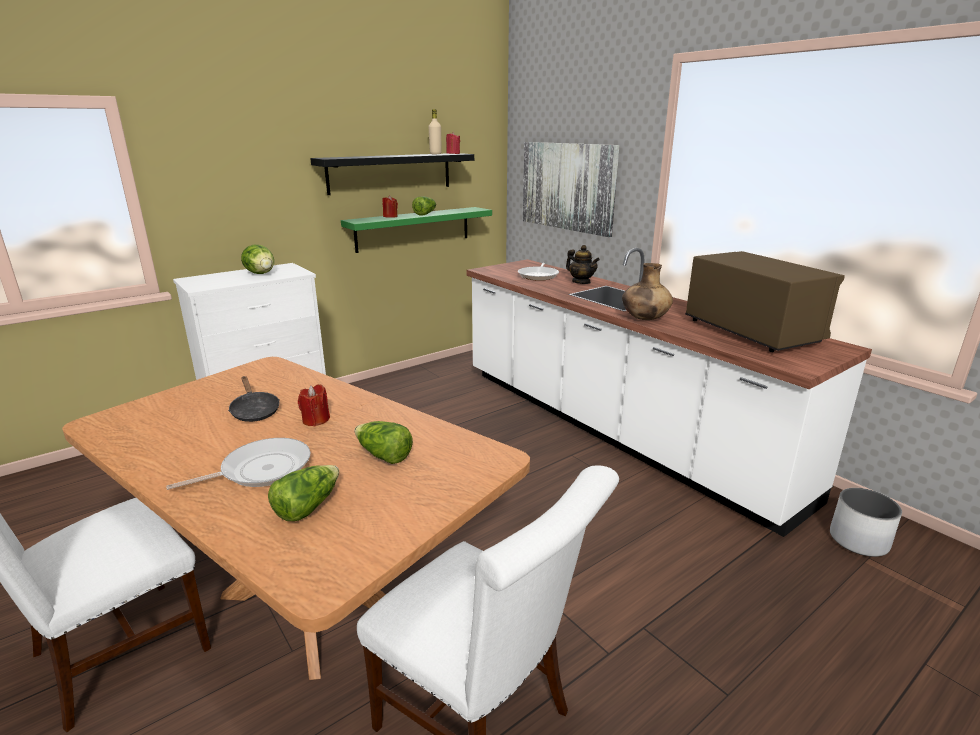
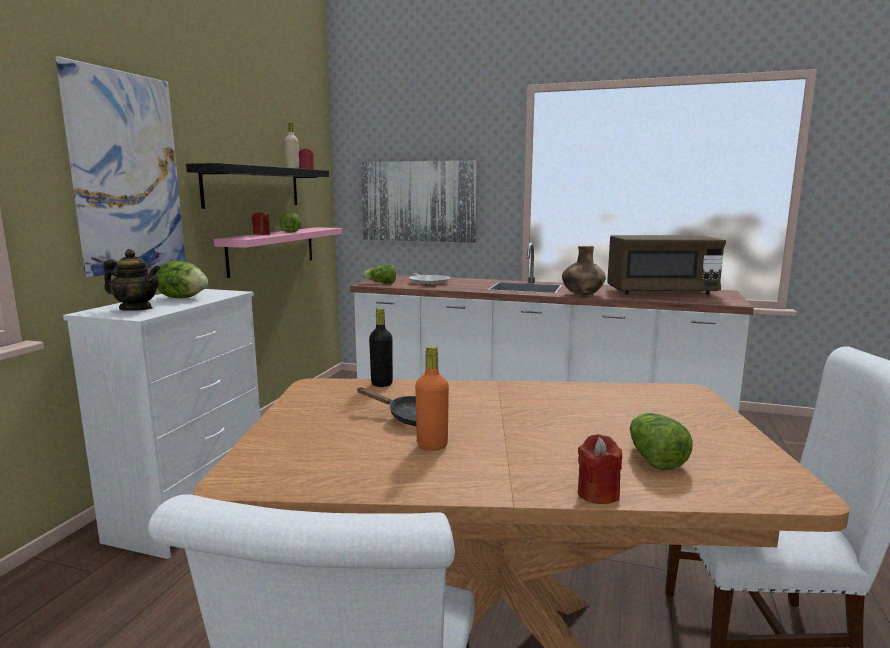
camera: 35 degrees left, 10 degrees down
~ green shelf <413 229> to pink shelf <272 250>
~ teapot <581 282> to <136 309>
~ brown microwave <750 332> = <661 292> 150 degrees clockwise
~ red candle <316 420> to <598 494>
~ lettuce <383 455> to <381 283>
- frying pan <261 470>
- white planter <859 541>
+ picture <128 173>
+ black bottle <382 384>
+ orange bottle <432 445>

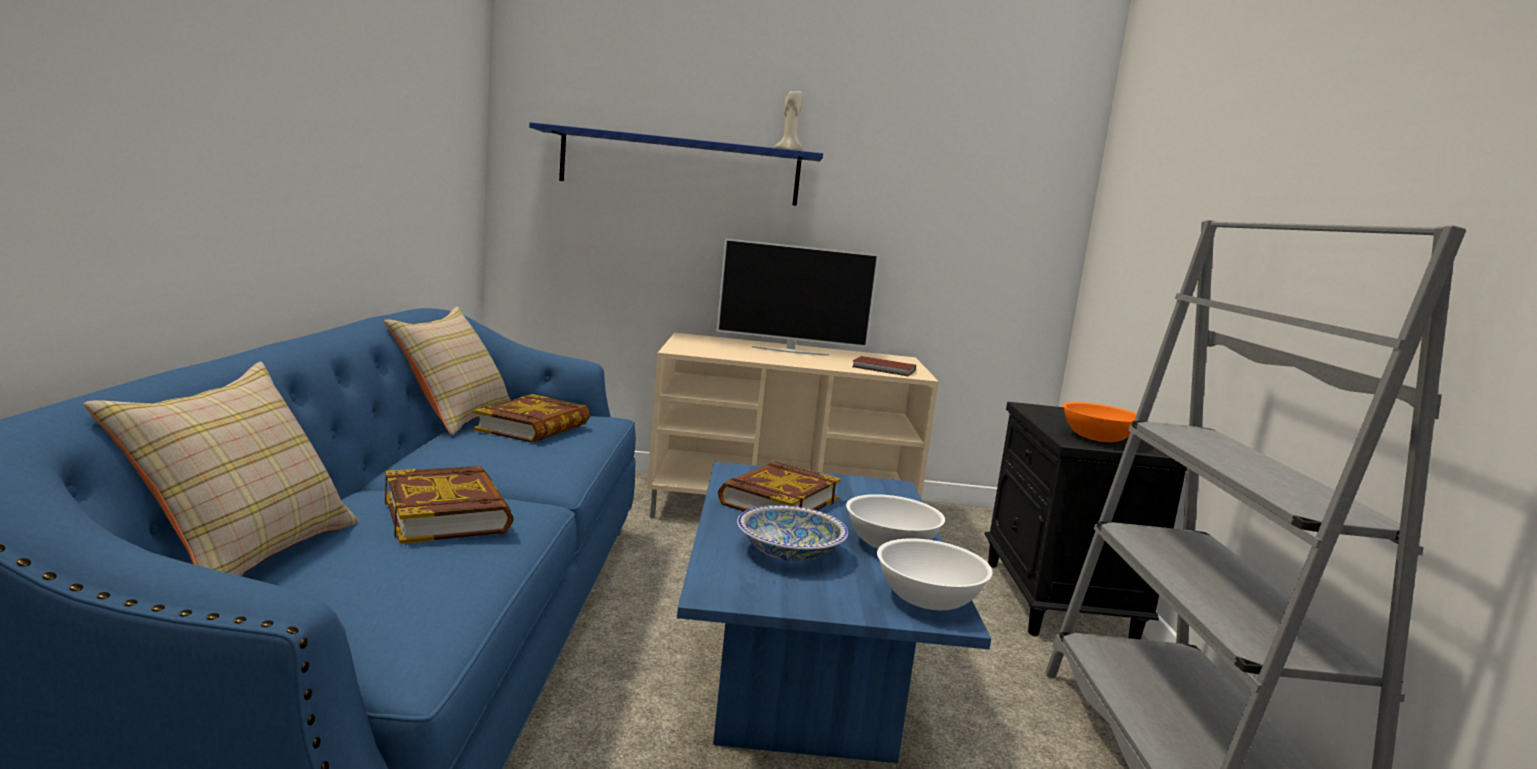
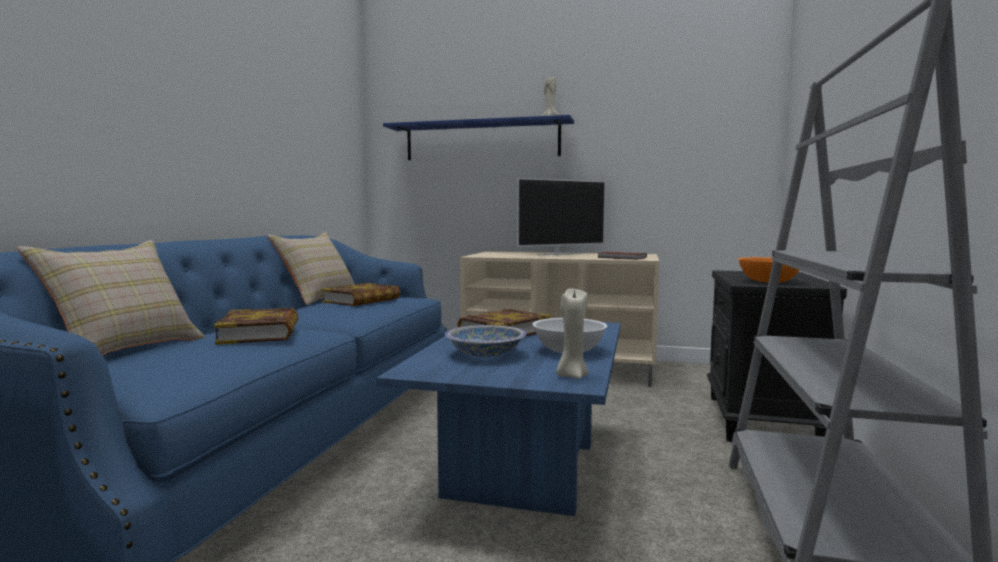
camera: 15 degrees right, 5 degrees down
~ television <790 351> = <559 254> 45 degrees counterclockwise
~ white bowl <928 599> to beige candle <571 376>

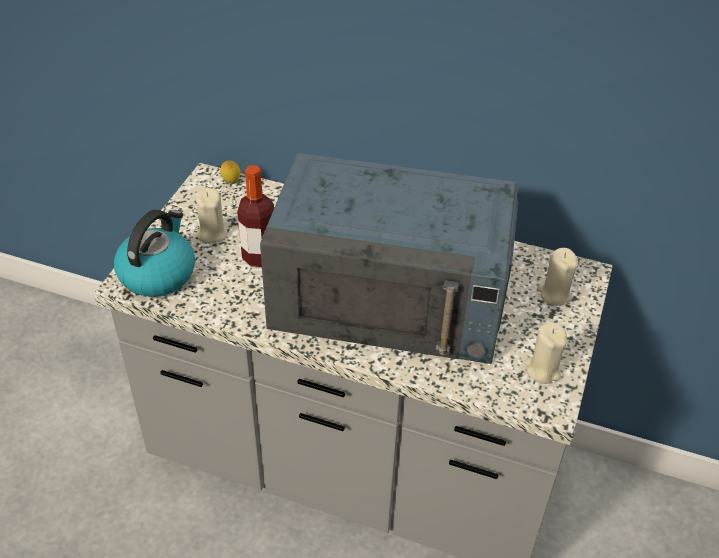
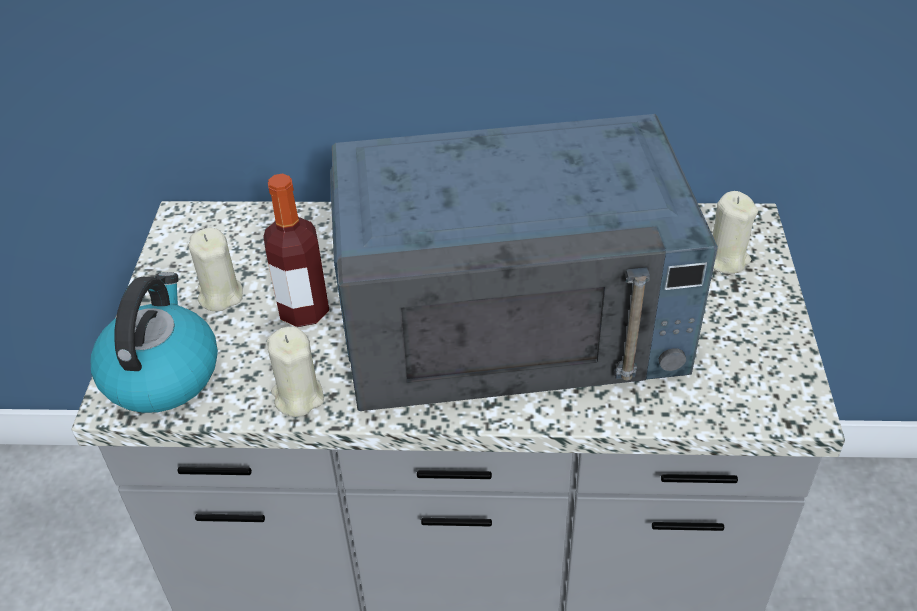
camera: 15 degrees left, 0 degrees up
- lemon <231 183>
~ beige candle <542 370> to <298 397>

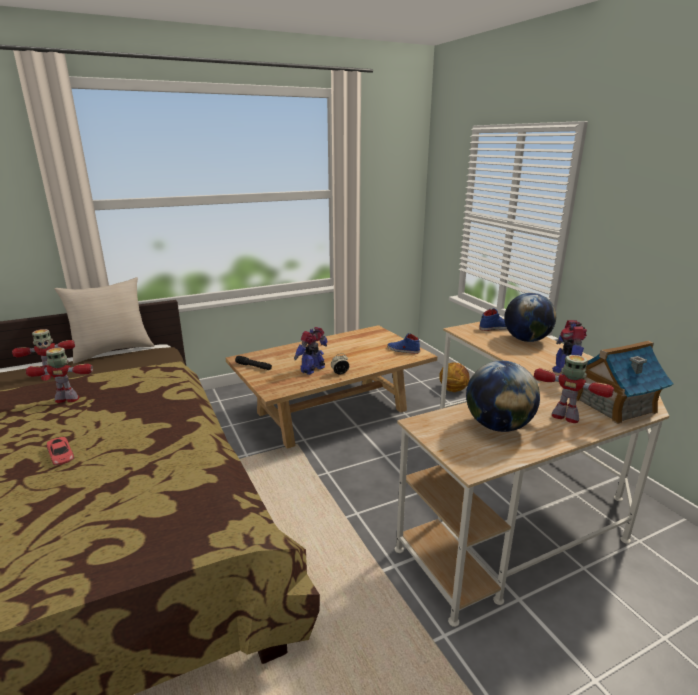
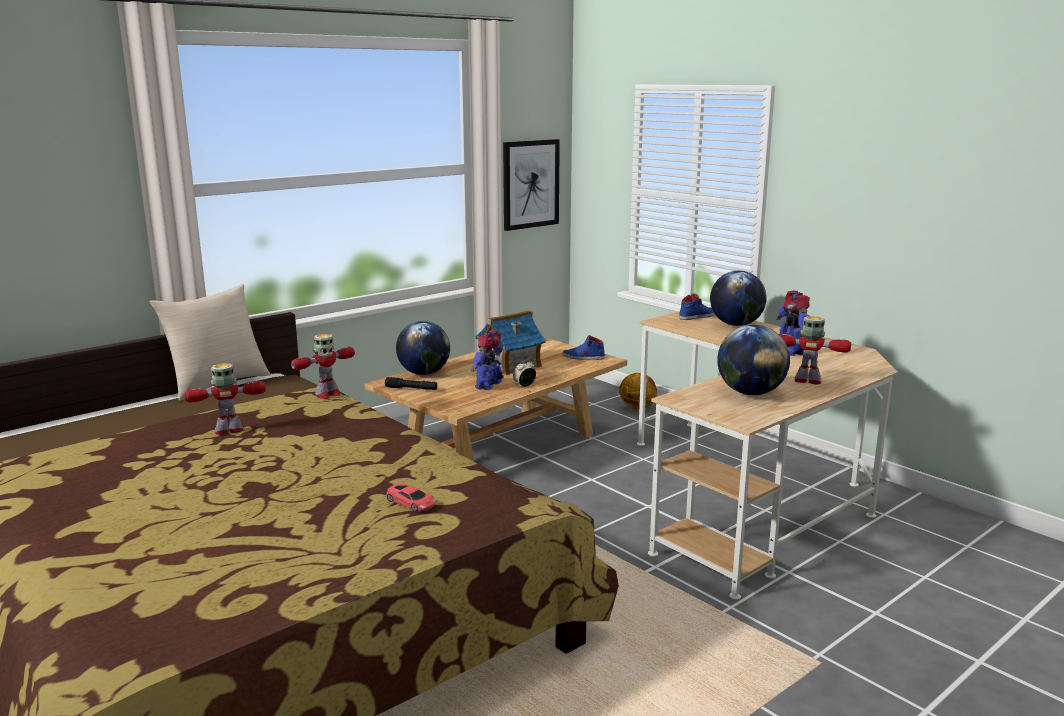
camera: 15 degrees left, 5 degrees down
~ toy robot <51 376> to <327 394>
~ toy house <613 405> to <510 365>
~ red toy car <61 454> to <411 502>
+ picture <530 184>
+ globe <424 373>

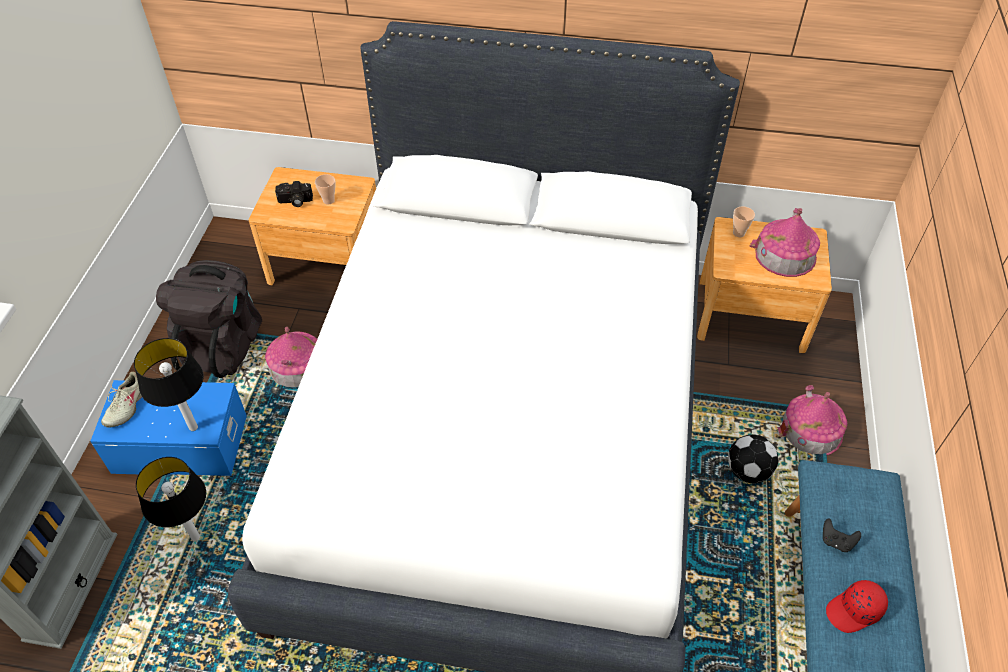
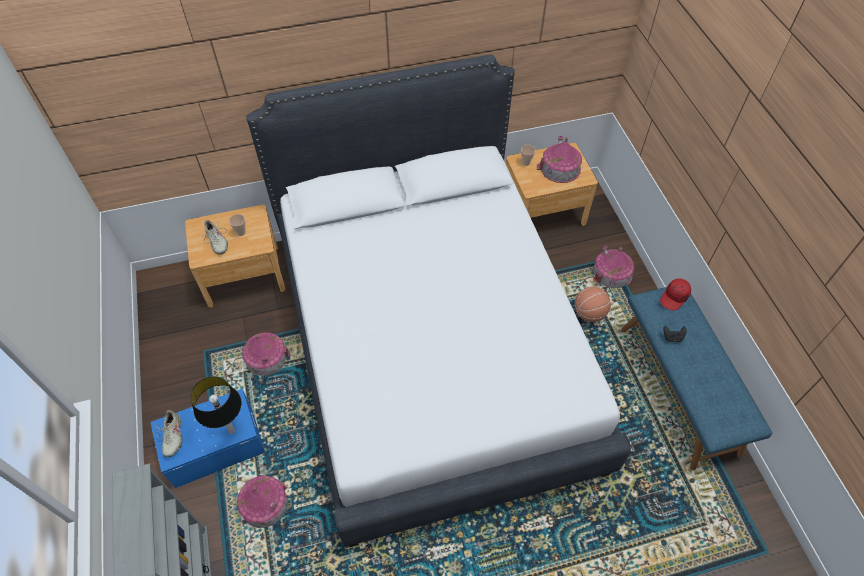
camera: 25 degrees left, 5 degrees up
~ photo camera <295 201> to beige shoe <216 241>
- black backpack <223 344>
~ football <748 471> to basketball <589 313>
~ table lamp <195 537> to toy house <264 504>
~ red cap <854 611> to <674 298>

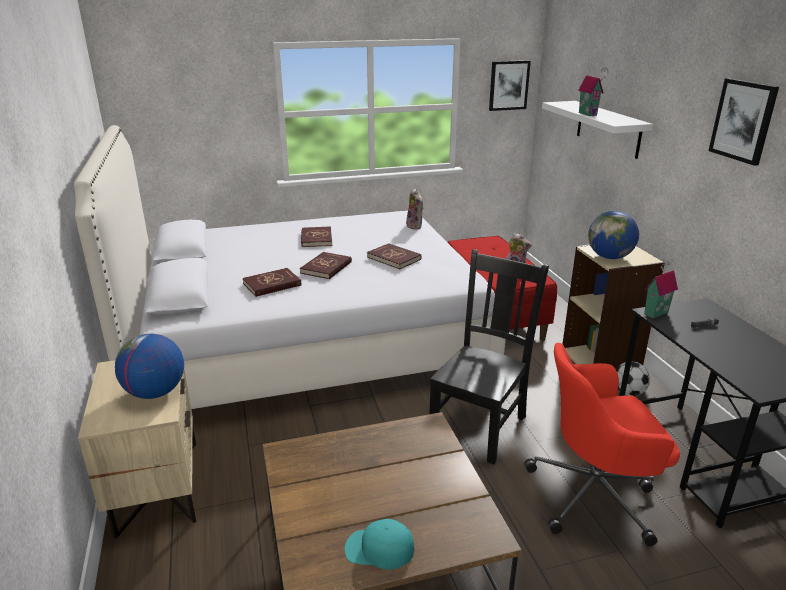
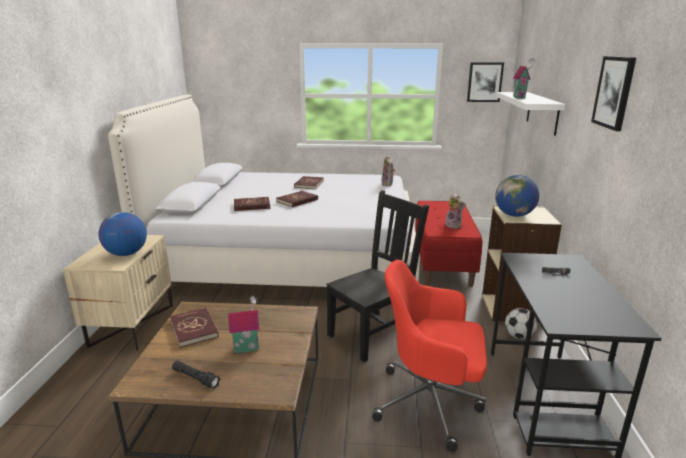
camera: 20 degrees right, 5 degrees down
~ red book <394 258> to <194 329>
~ toy house <654 312> to <246 347>
~ turquoise cap <379 549> to black flashlight <195 378>

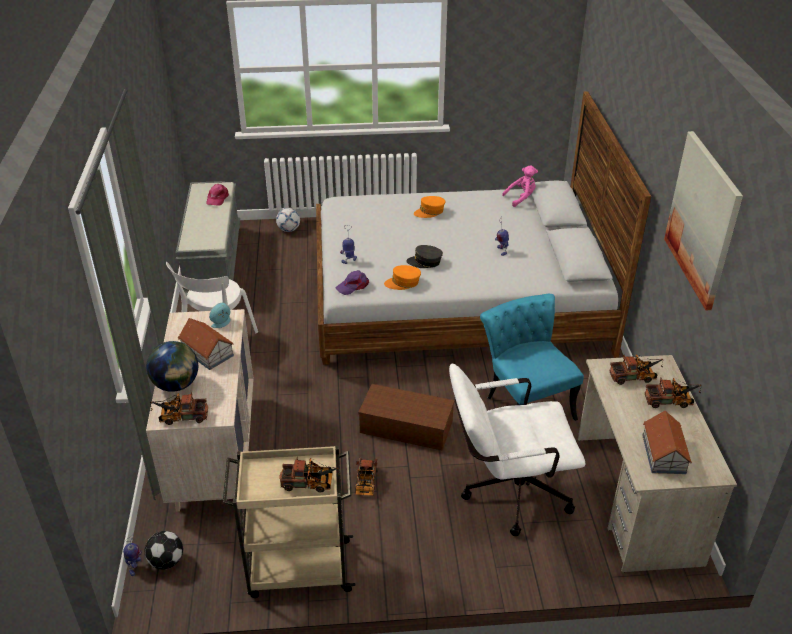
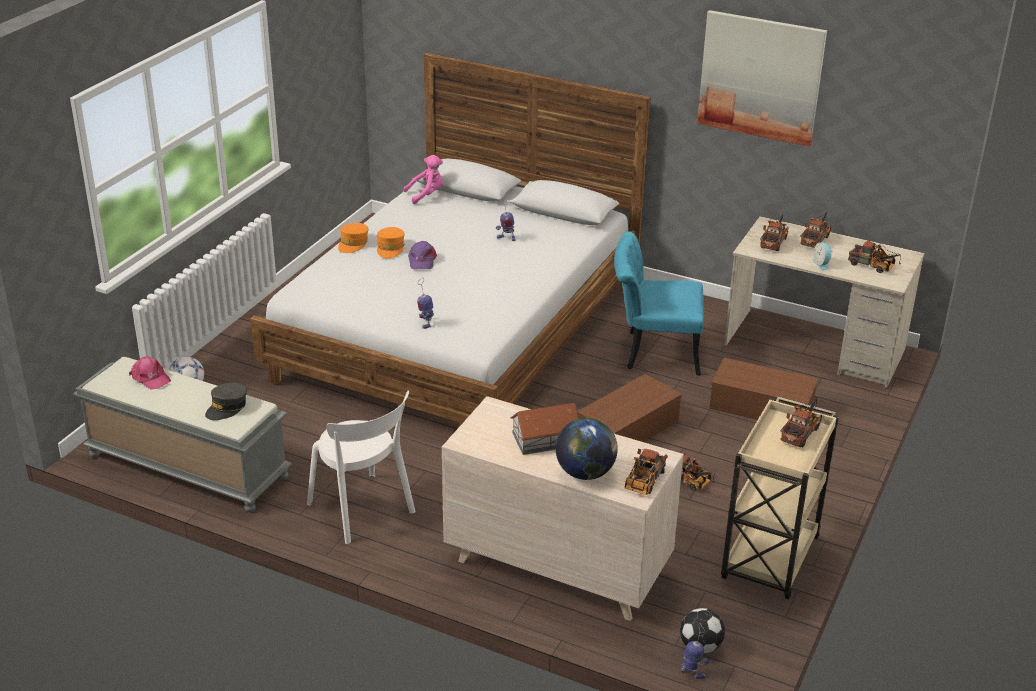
camera: 60 degrees left, 5 degrees down
~ pink plush toy <521 198> = <426 195> 60 degrees clockwise
~ grey cap <425 262> to <227 407>
~ orange cap <403 283> to <353 243>
~ purple cap <353 286> to <421 260>
~ alarm clock <222 323> to <822 264>
~ white office chair <507 492> to brown storage box <759 407>
~ toy house <663 454> to toy truck <873 266>

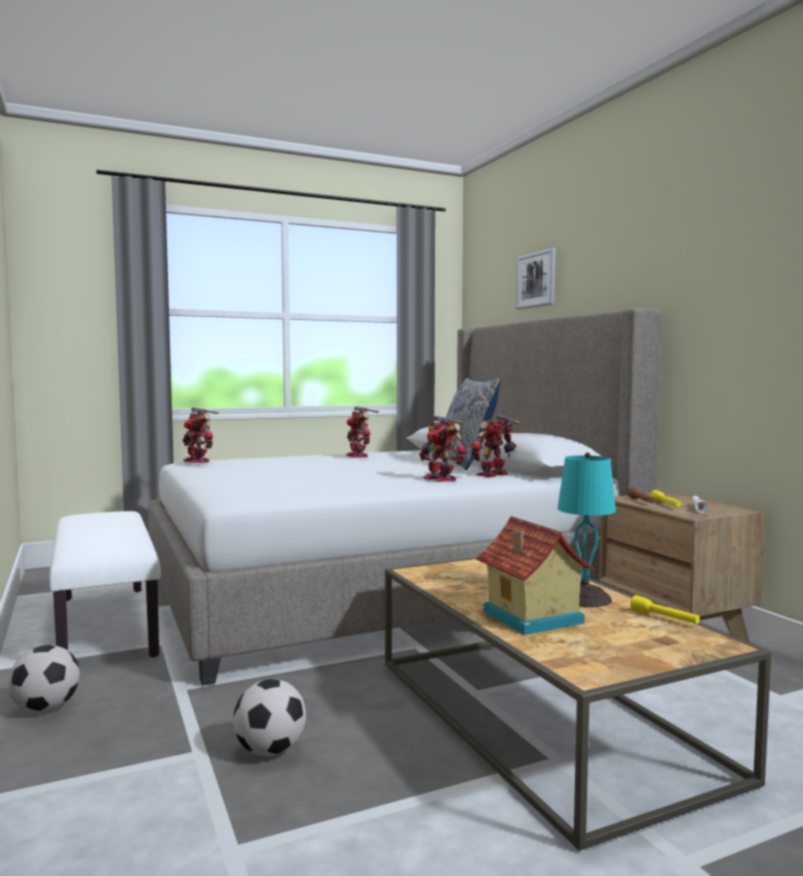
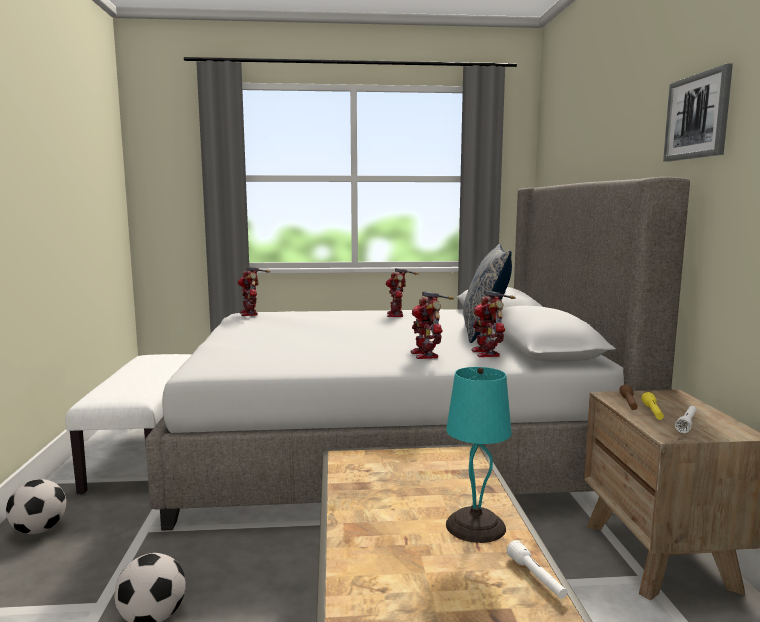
camera: 20 degrees right, 5 degrees up
~ picture <536 280> to <697 117>
~ toy robot <494 475> = <488 353> 75 degrees counterclockwise
- toy house <530 618>
~ yellow flashlight <664 618> to white flashlight <536 578>

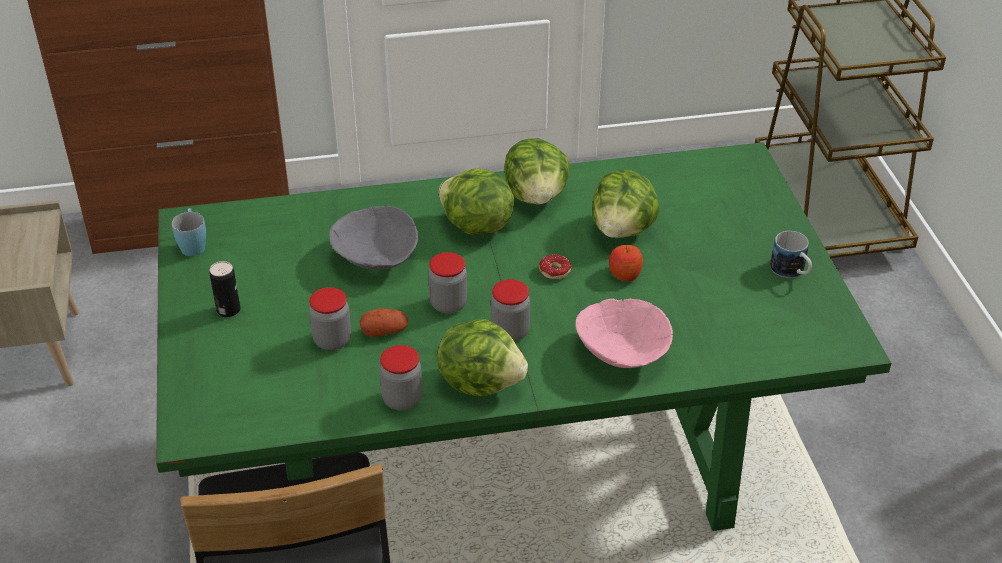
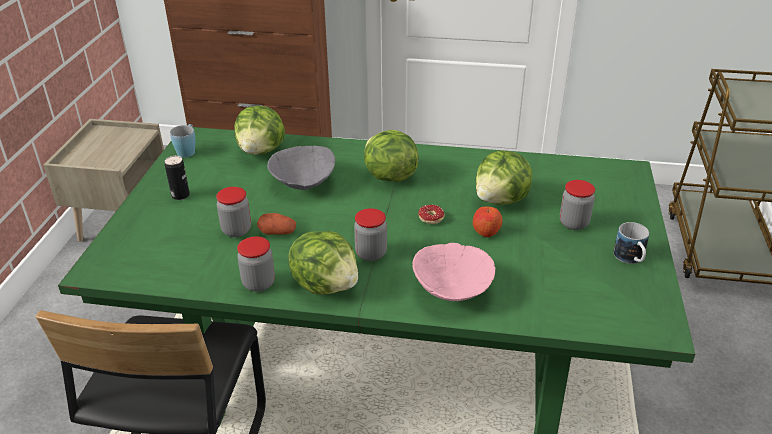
camera: 20 degrees right, 5 degrees down
~ lettuce <536 196> to <261 151>
~ jar <448 304> to <573 223>

